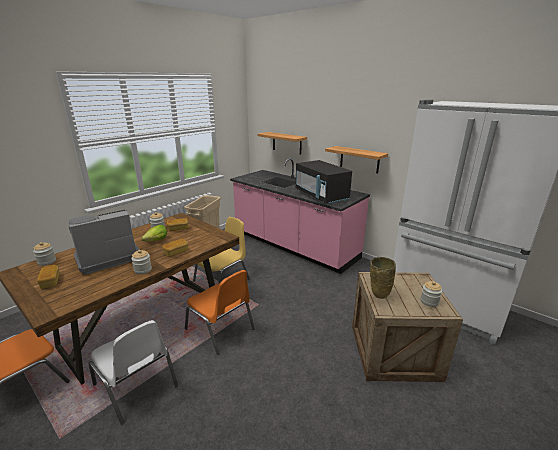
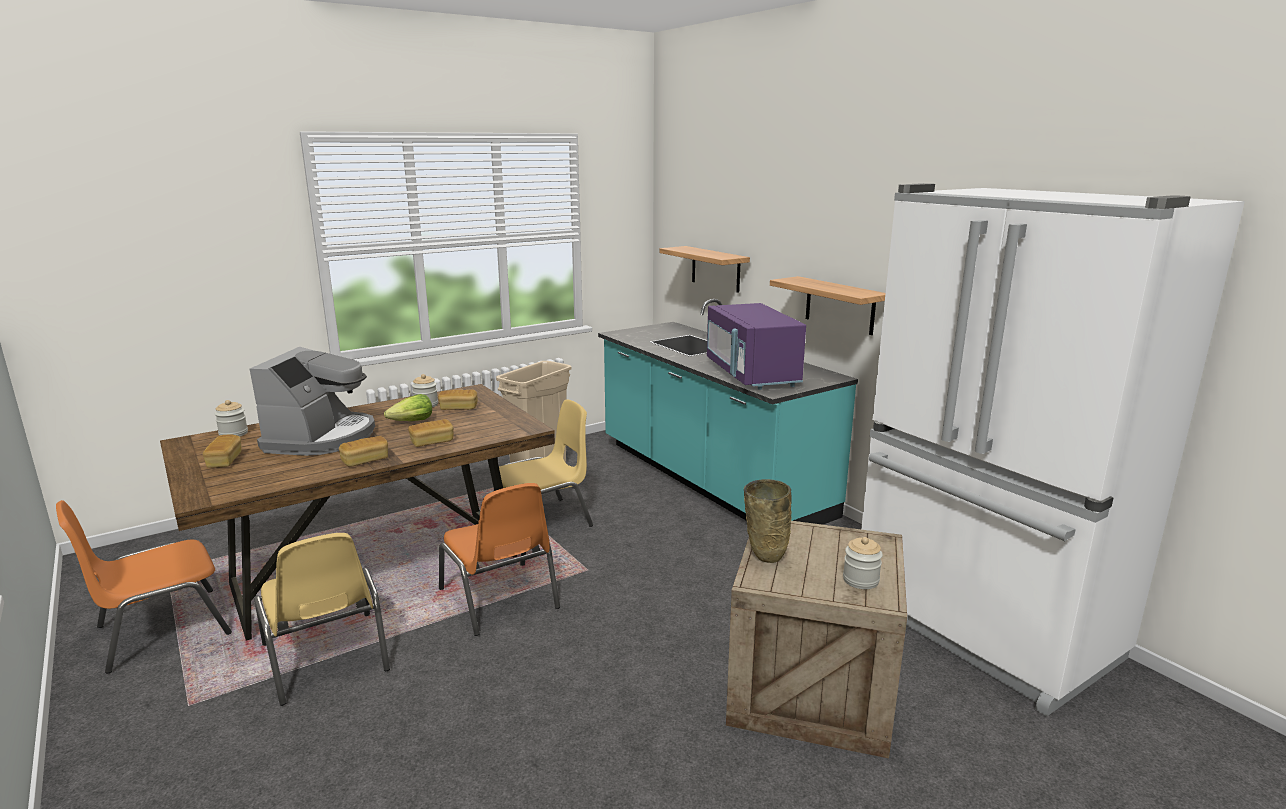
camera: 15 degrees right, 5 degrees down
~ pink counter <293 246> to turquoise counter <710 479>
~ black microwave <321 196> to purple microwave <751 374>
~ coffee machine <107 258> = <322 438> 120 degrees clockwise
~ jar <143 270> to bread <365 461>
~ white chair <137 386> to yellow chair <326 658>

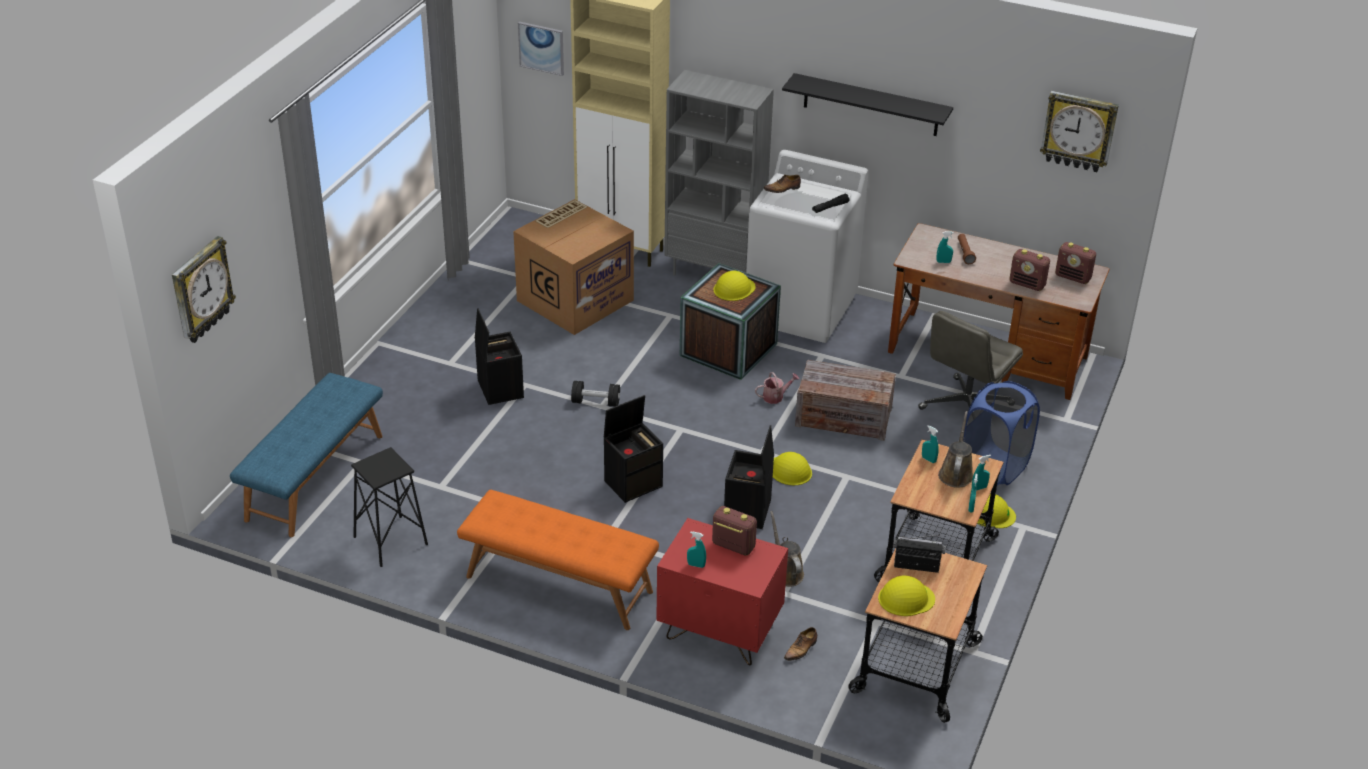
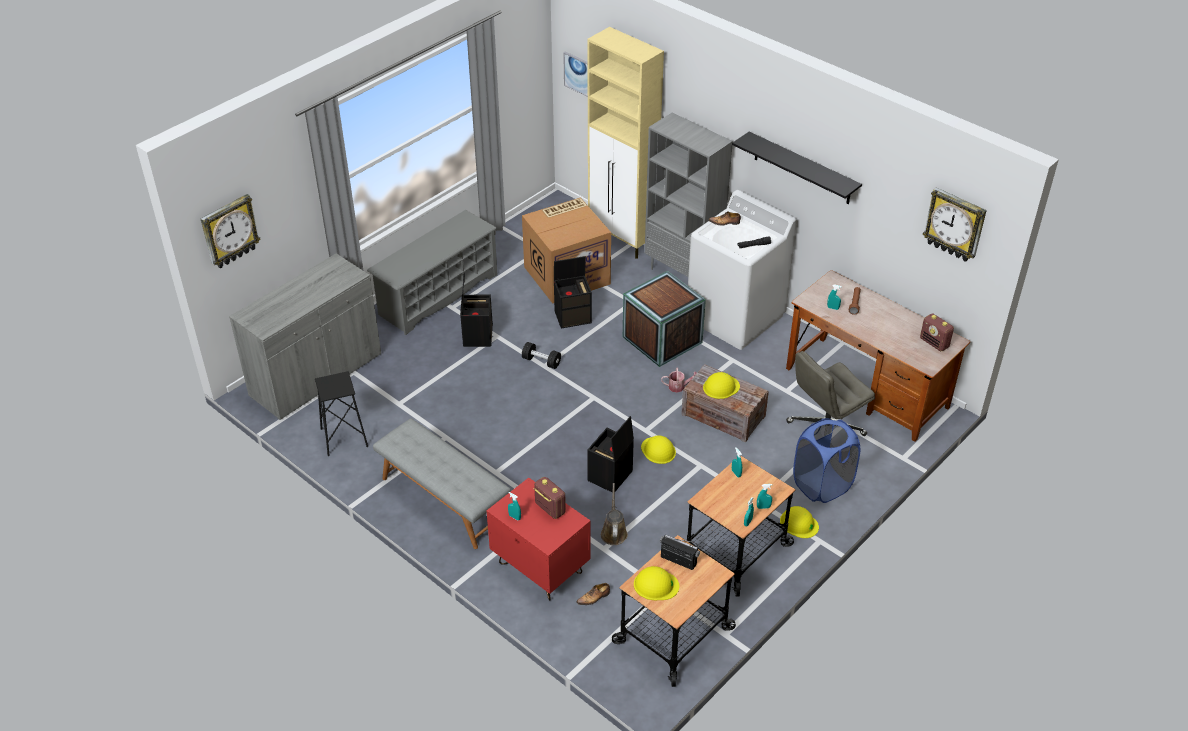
camera: 20 degrees right, 5 degrees up
- radio <1027 284>
~ yellow hard hat <734 288> to <721 387>
~ blue bench <314 477> to grey cabinet <316 376>
~ black storage box <633 483> to <573 316>
- brown watering can <956 473>
~ orange bench <558 584> to grey bench <443 500>
+ grey shoe rack <438 294>

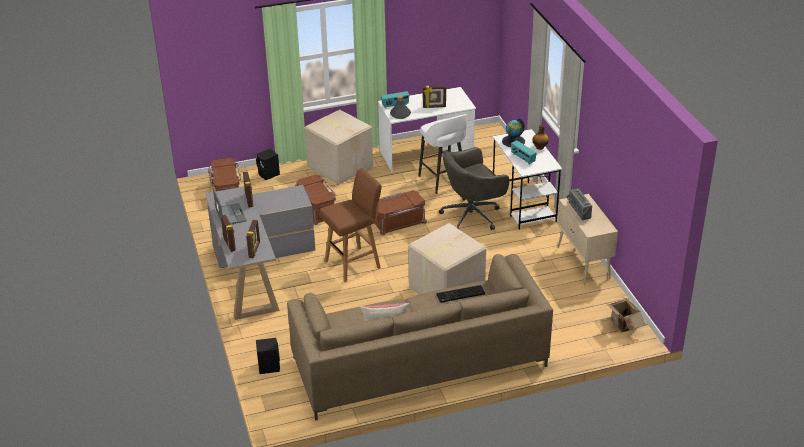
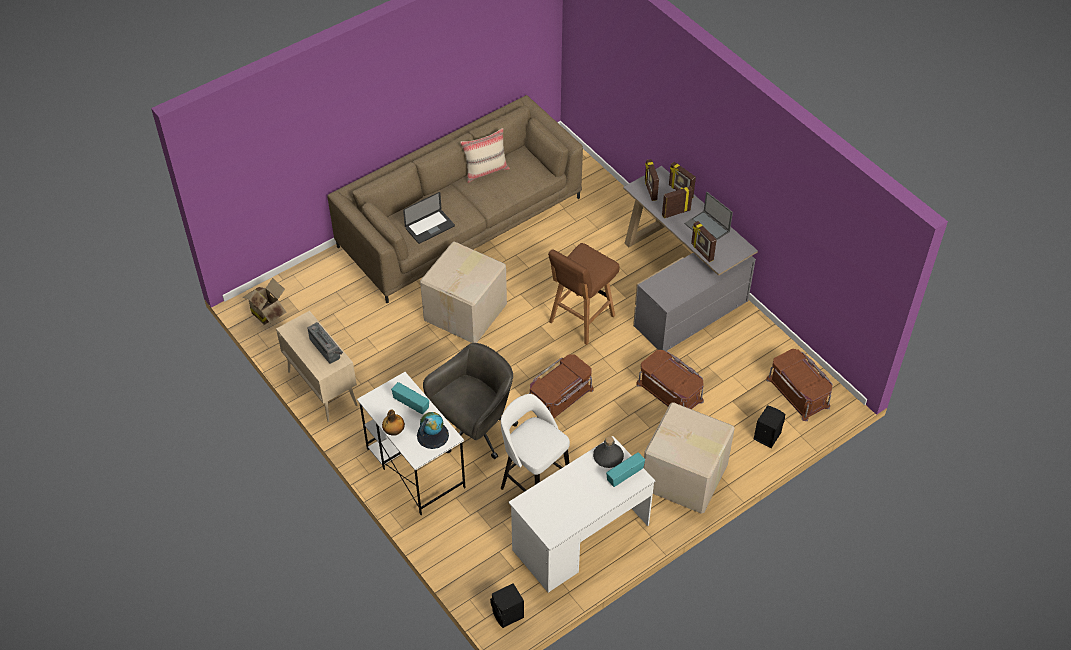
camera: 160 degrees right, 15 degrees up
~ picture frame <434 107> to <676 212>
~ keyboard <460 295> to laptop <430 227>
~ black speaker <269 366> to <508 615>

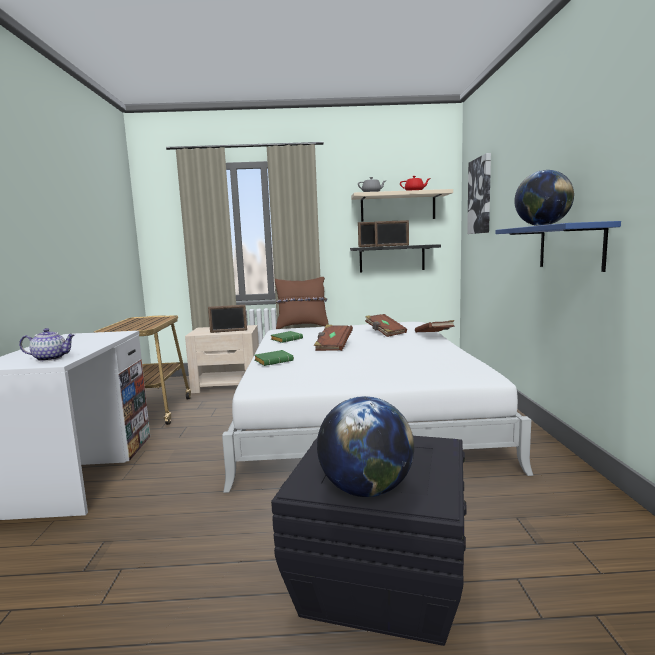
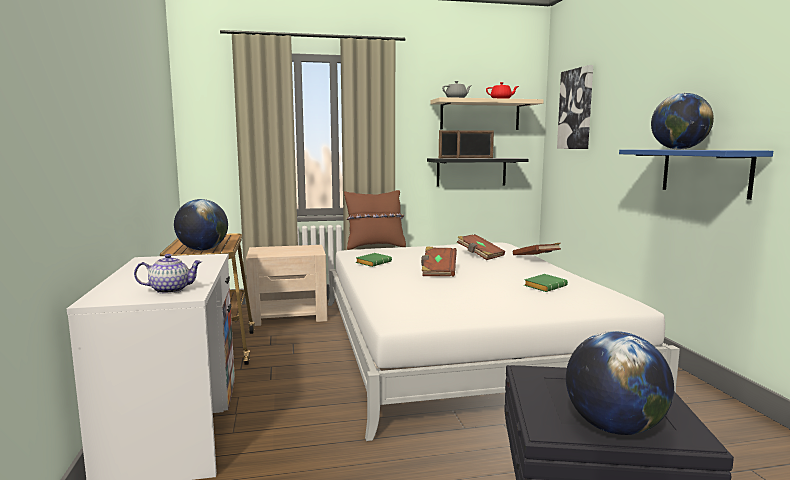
camera: 10 degrees left, 0 degrees up
- picture frame <228 331>
~ green book <274 361> to <545 286>
+ globe <203 249>

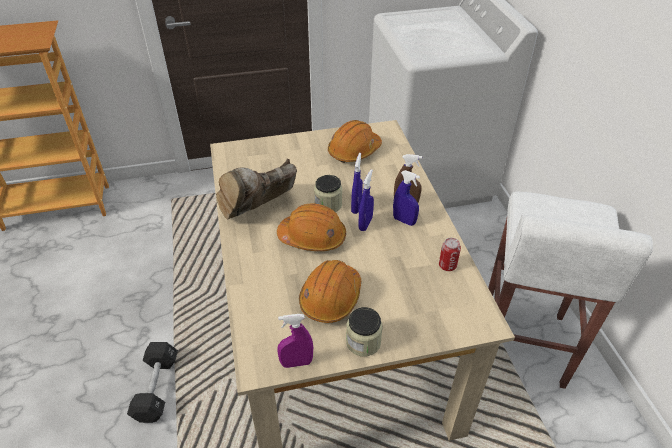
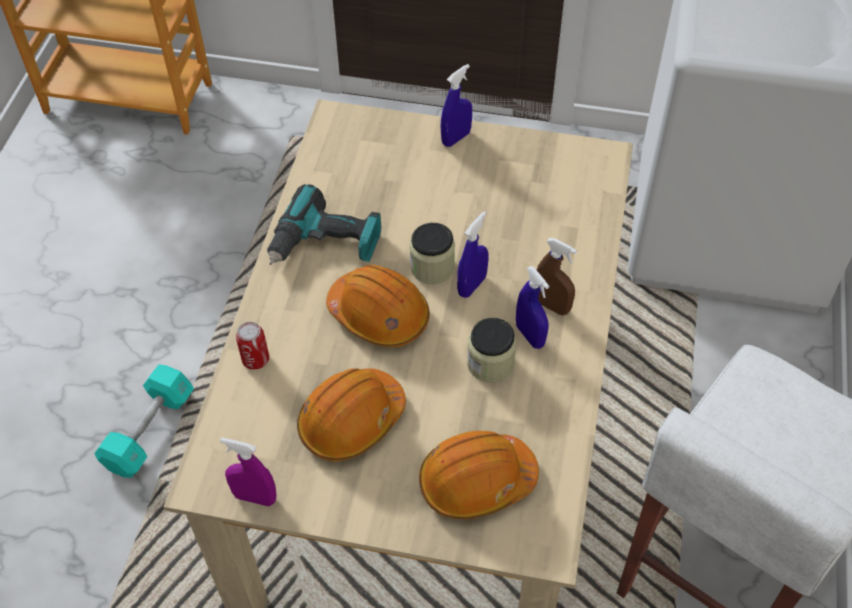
camera: 25 degrees right, 10 degrees up
~ orange hard hat <354 151> to <476 481>
~ brown boot <258 212> to power drill <326 244>
~ blue spray bottle <365 224> to <456 138>
~ can <447 265> to <255 359>
~ jar <363 342> to <490 363>
~ black dumbbell <156 388> to turquoise dumbbell <149 431>

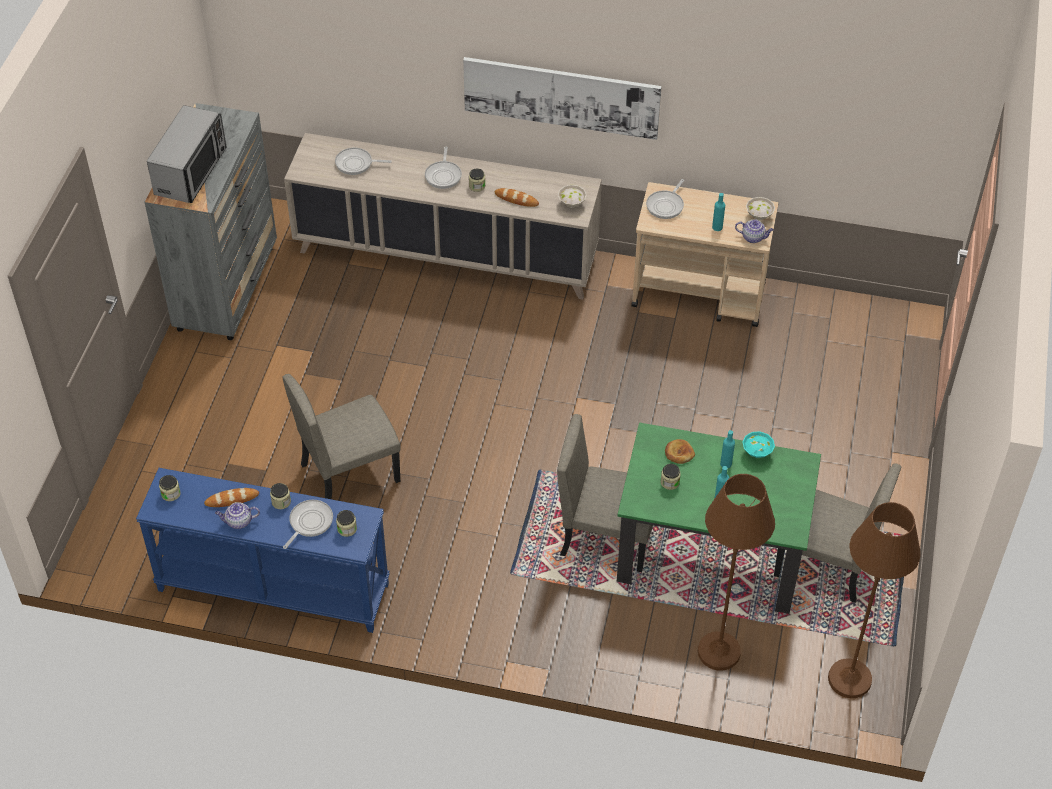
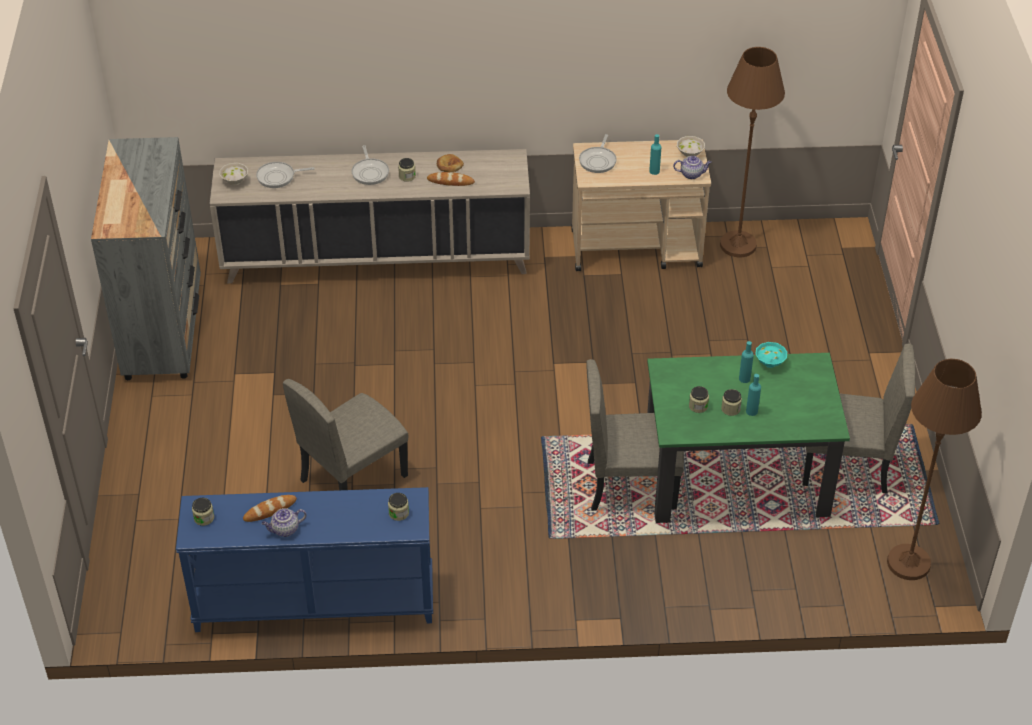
camera: 15 degrees left, 5 degrees down
- picture <561 97>
- microwave <191 171>
~ white bowl <572 204> to <235 182>
~ bread <679 453> to <449 165>
~ brown floor lamp <719 652> to <738 245>
~ jar <281 502> to <730 409>
- frying pan <309 523>

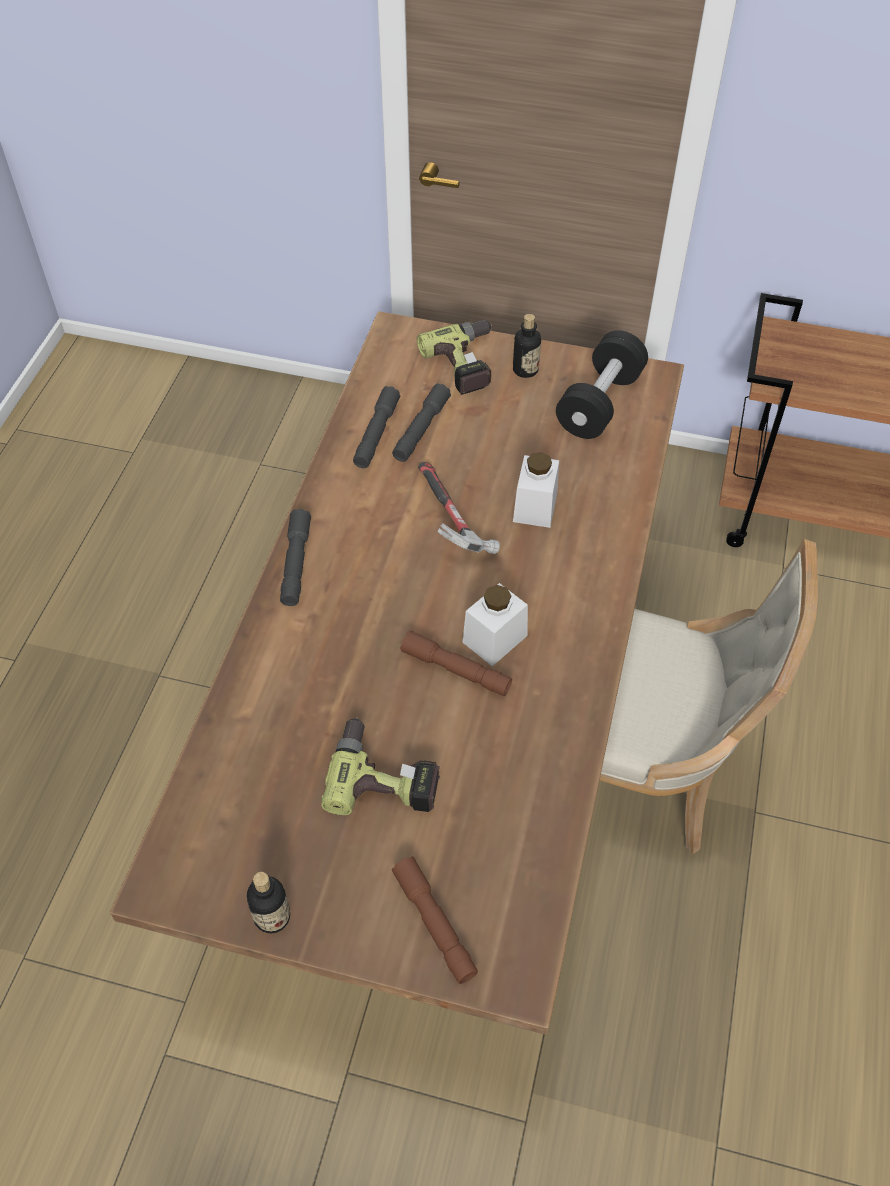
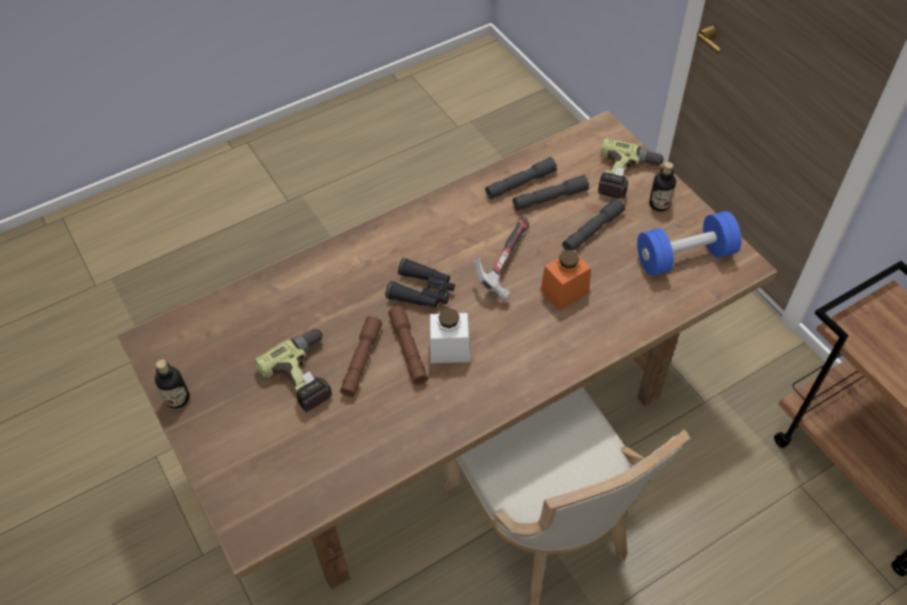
camera: 45 degrees right, 0 degrees up
~ black dumbbell <599 403> to blue dumbbell <684 257>
~ white jar <535 507> to orange jar <564 291>
~ grey flashlight <296 563> to <592 230>
~ brown flashlight <434 924> to <361 361>
+ black binoculars <423 291>

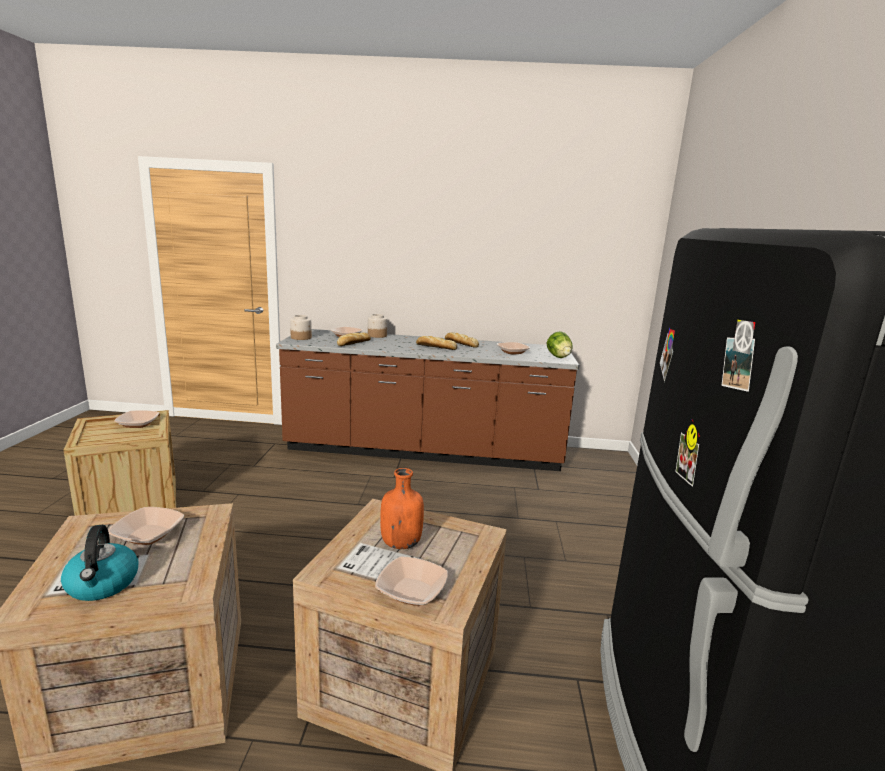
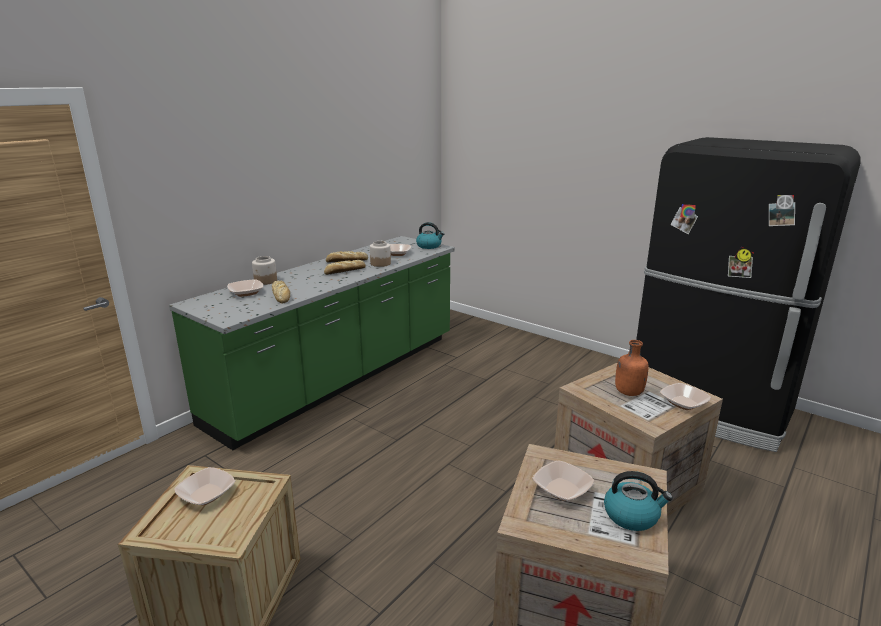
camera: 55 degrees left, 5 degrees up
~ jar <301 337> to <380 263>
~ brown counter <424 451> to green counter <340 378>
~ lettuce <558 357> to kettle <429 246>

